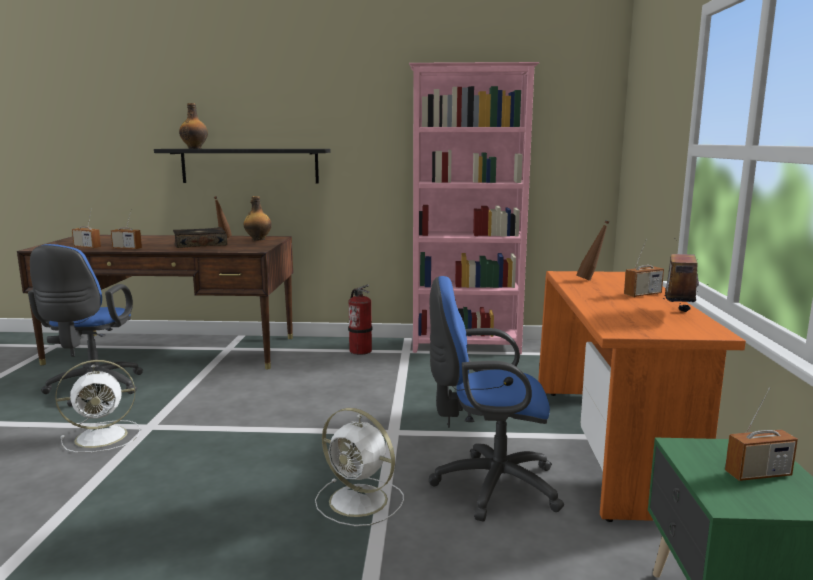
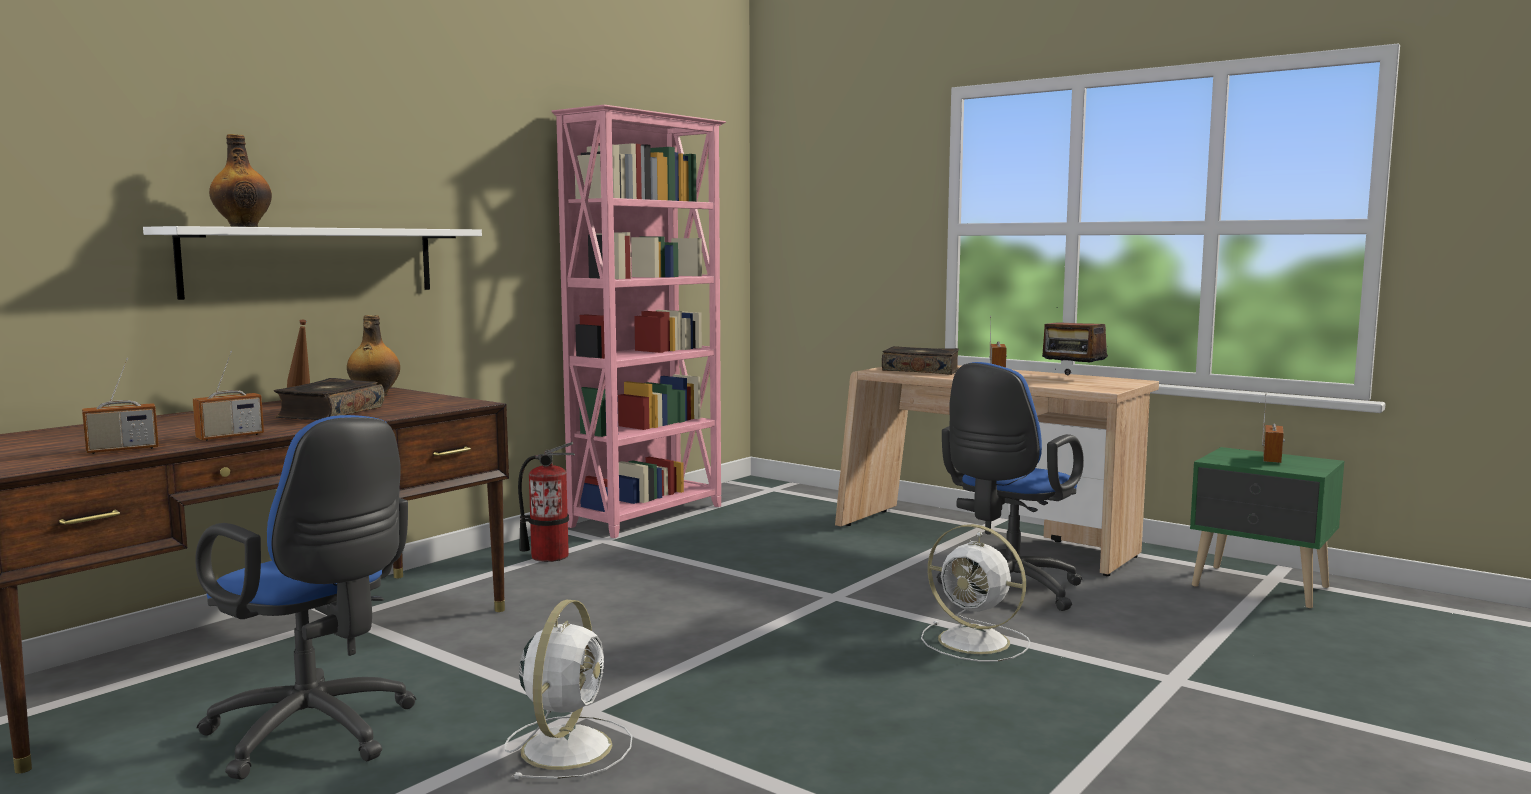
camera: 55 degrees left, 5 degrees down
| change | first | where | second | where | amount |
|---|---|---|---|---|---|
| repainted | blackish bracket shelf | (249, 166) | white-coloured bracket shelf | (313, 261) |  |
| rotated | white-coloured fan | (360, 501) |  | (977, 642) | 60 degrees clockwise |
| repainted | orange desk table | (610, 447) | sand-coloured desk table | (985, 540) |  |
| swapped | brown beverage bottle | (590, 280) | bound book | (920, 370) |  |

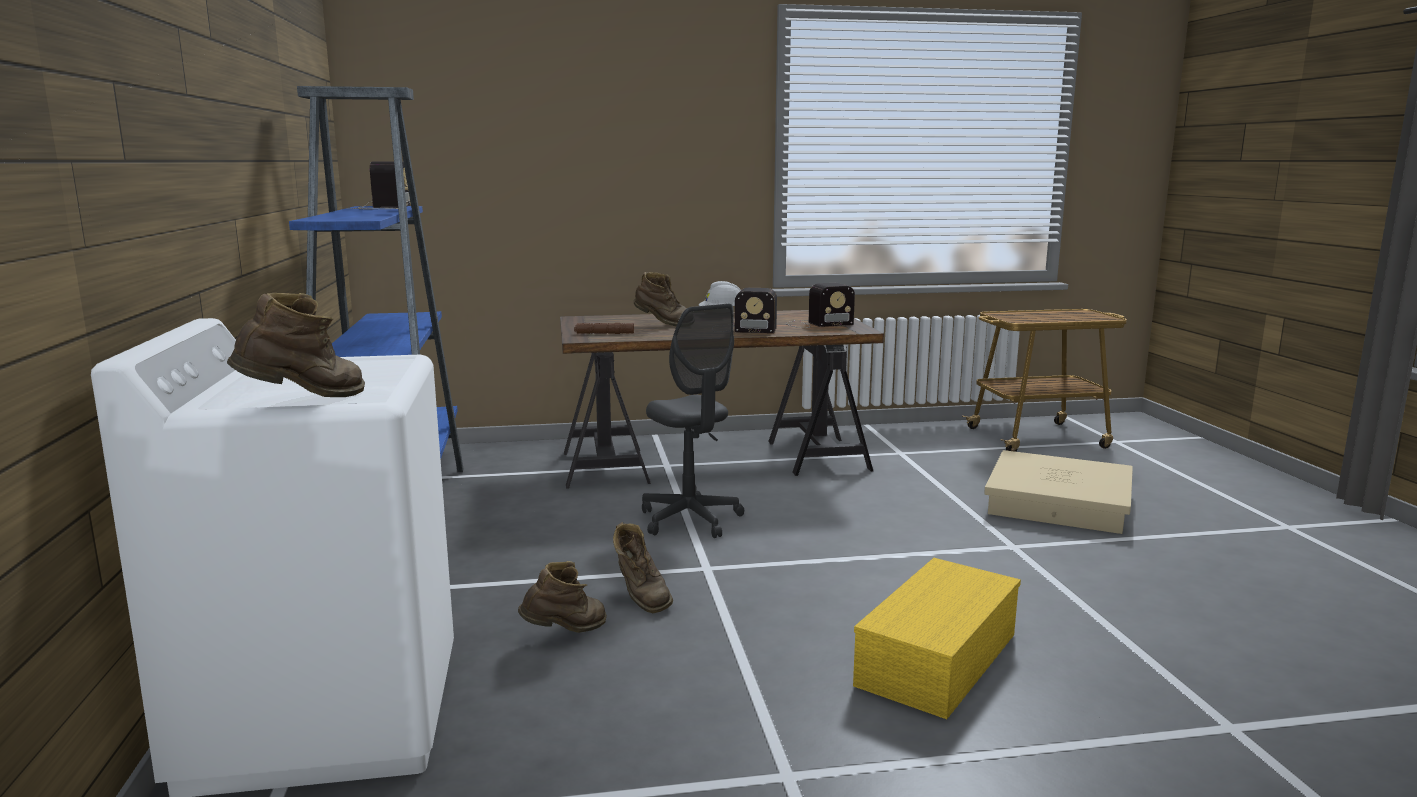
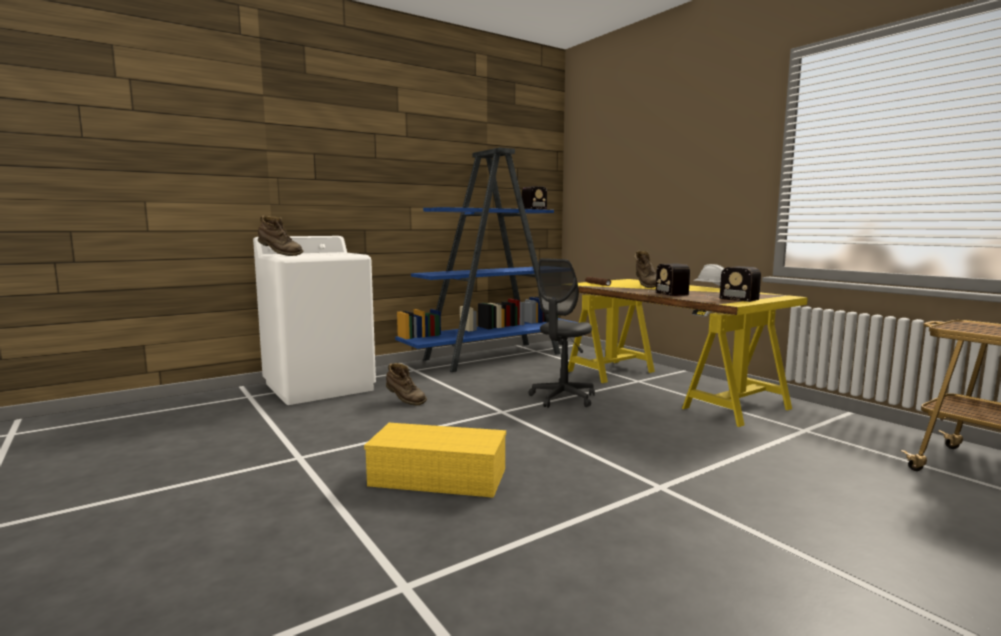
camera: 65 degrees right, 5 degrees down
| change | first | where | second | where | amount |
|---|---|---|---|---|---|
| repainted | brown desk table | (713, 460) | yellow-coloured desk table | (667, 388) |  |
| gone | brown tall boot | (641, 597) |  |  |  |
| gone | sand-coloured storage box | (1059, 503) |  |  |  |

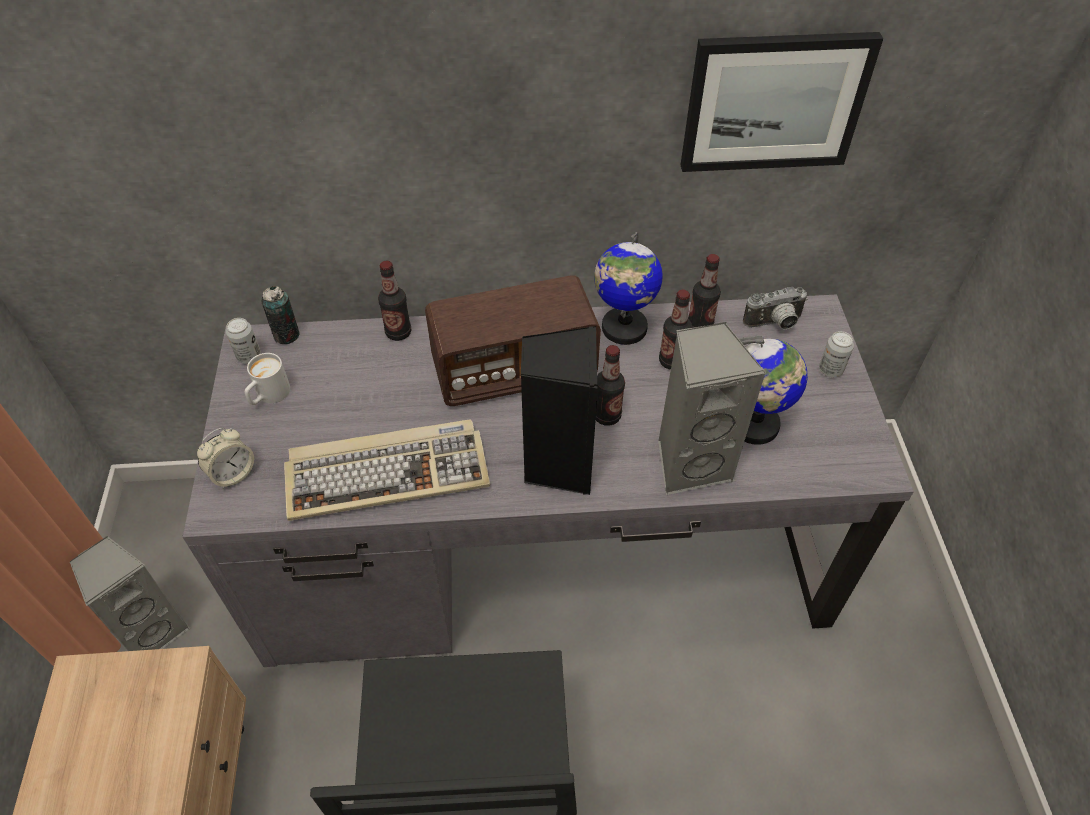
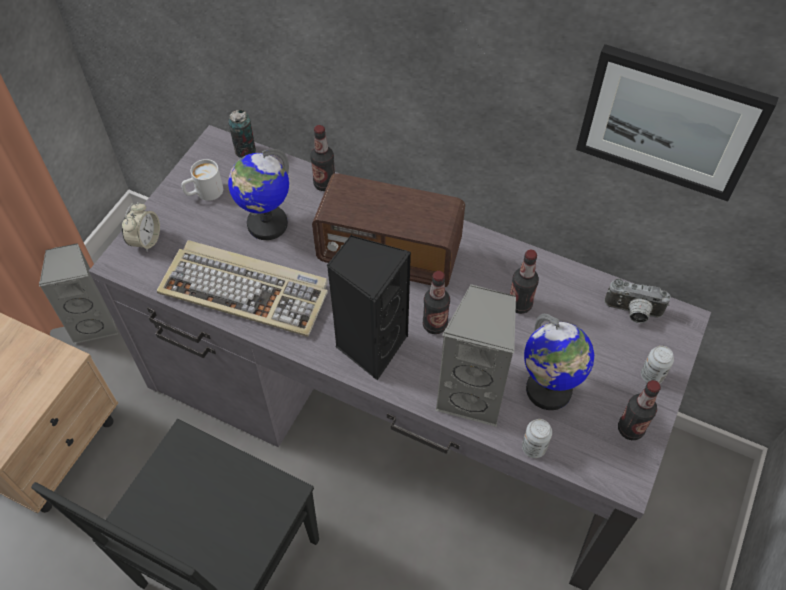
camera: 30 degrees right, 5 degrees up
| change | first | where | second | where | amount |
|---|---|---|---|---|---|
| rotated | bedside clock | (233, 474) |  | (145, 240) | 60 degrees counterclockwise |
| shifted | metal can | (249, 356) |  | (533, 447) |  |
| shifted | world globe | (623, 328) |  | (266, 224) |  |
| shifted | beverage bottle | (699, 326) |  | (630, 429) |  |

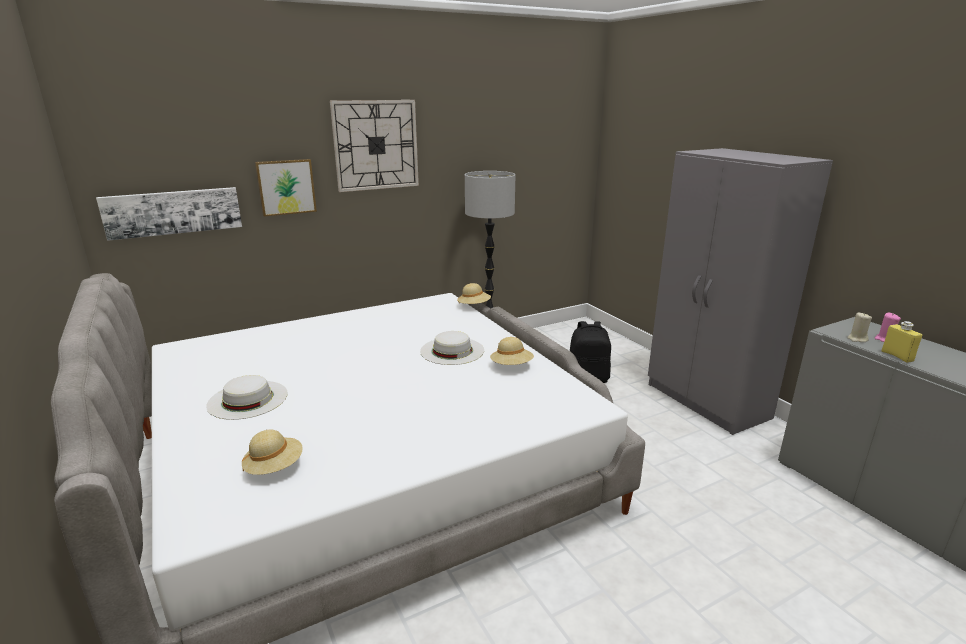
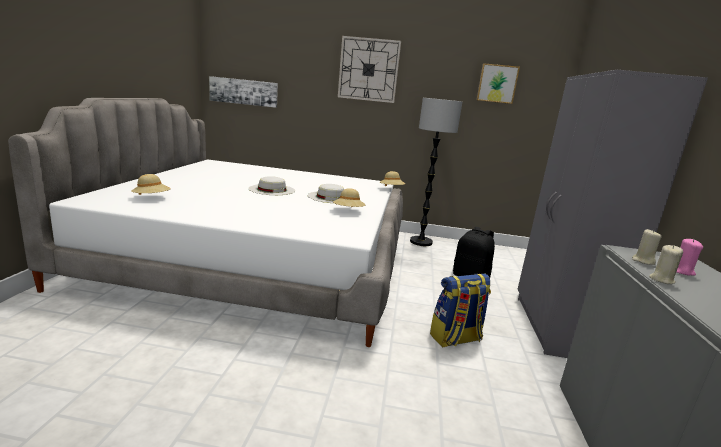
camera: 35 degrees right, 5 degrees down
| change | first | where | second | where | amount |
|---|---|---|---|---|---|
| shifted | white-coloured clothing hat | (247, 399) |  | (272, 189) |  |
| shifted | wall art | (286, 187) |  | (497, 83) |  |
| swapped | yellow-coloured beverage bottle | (897, 356) | sand-coloured wax light | (661, 280) |  |
| new |  |  | knapsack | (455, 339) |  |

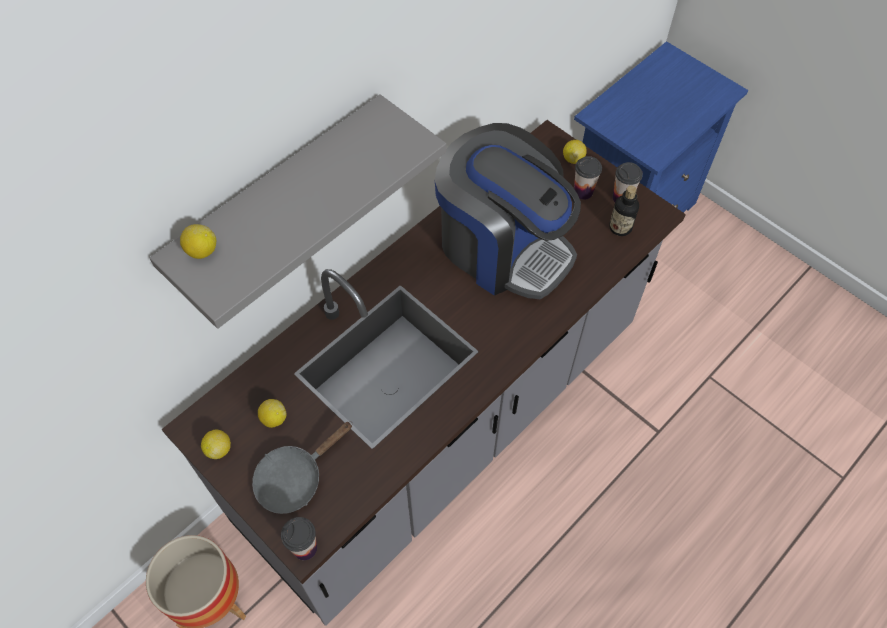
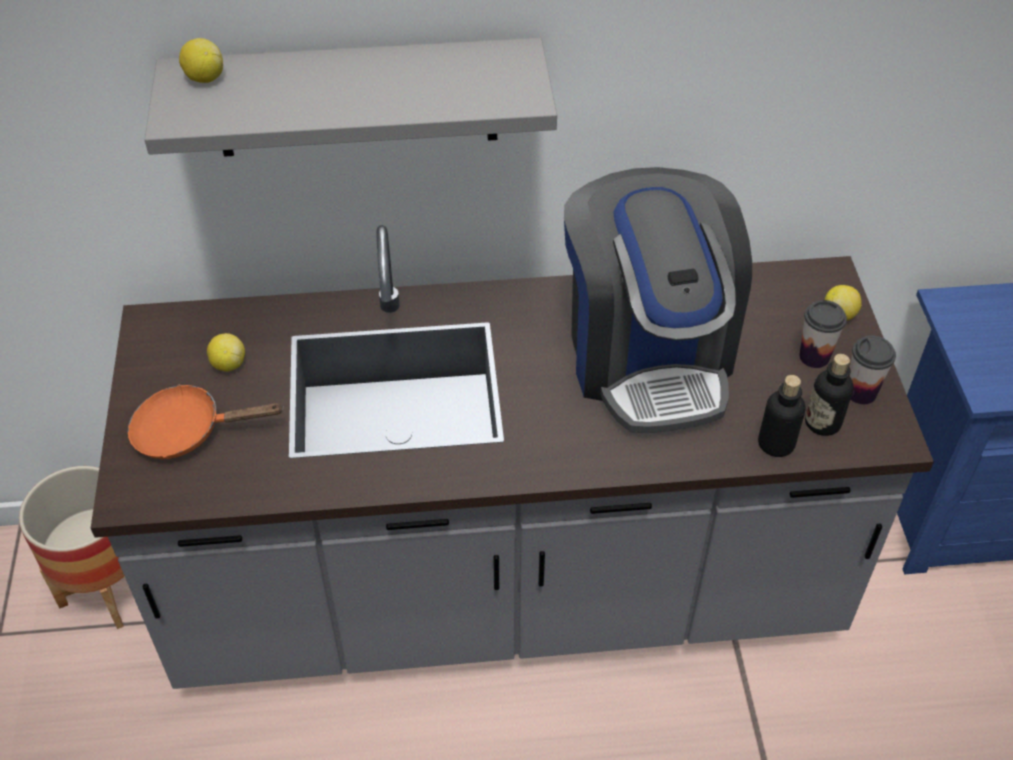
camera: 40 degrees right, 10 degrees down
| change | first | where | second | where | amount |
|---|---|---|---|---|---|
| gone | citrus fruit | (219, 449) |  |  |  |
| repainted | gray frying pan | (295, 478) | orange frying pan | (188, 431) |  |
| gone | drinking cup | (305, 548) |  |  |  |
| new |  |  | beverage bottle | (776, 444) |  |

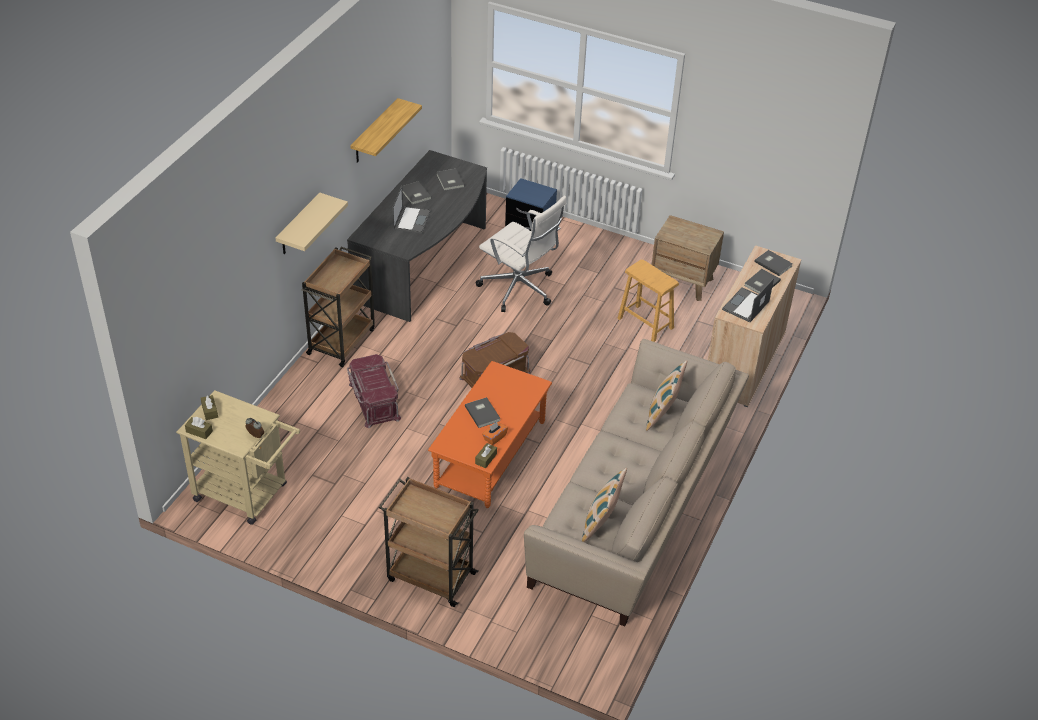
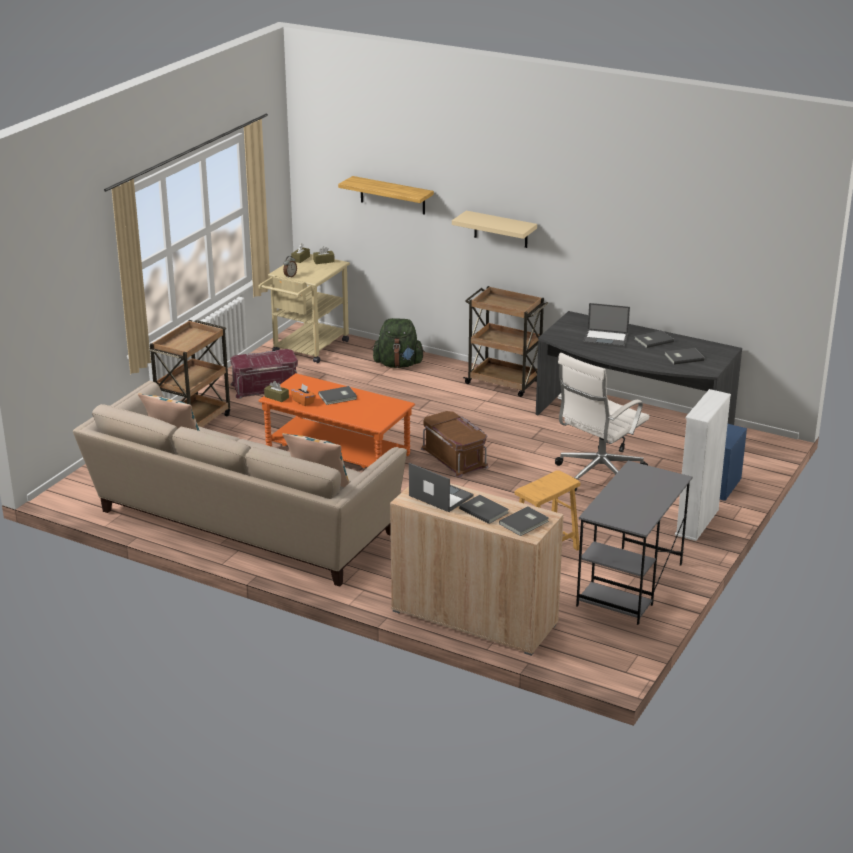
camera: 95 degrees right, 15 degrees down
| change | first | where | second | where | amount |
|---|---|---|---|---|---|
| shifted | red storage box | (373, 401) |  | (265, 386) |  |
| shifted | bracket shelf | (374, 132) |  | (392, 195) |  |
| swapped | brown night table | (683, 282) | gray desk table | (629, 585) |  |
| new |  |  | green-coloured knapsack | (398, 364) |  |
| new |  |  | white-coloured shelving unit | (697, 522) |  |

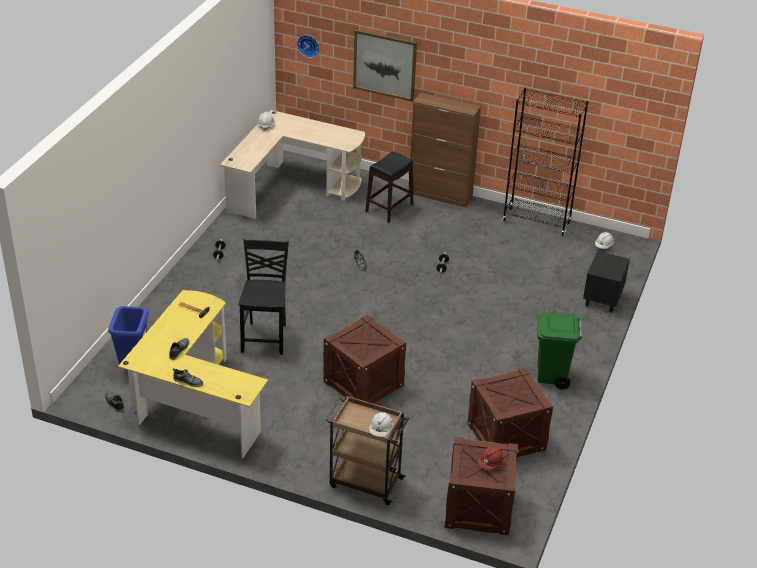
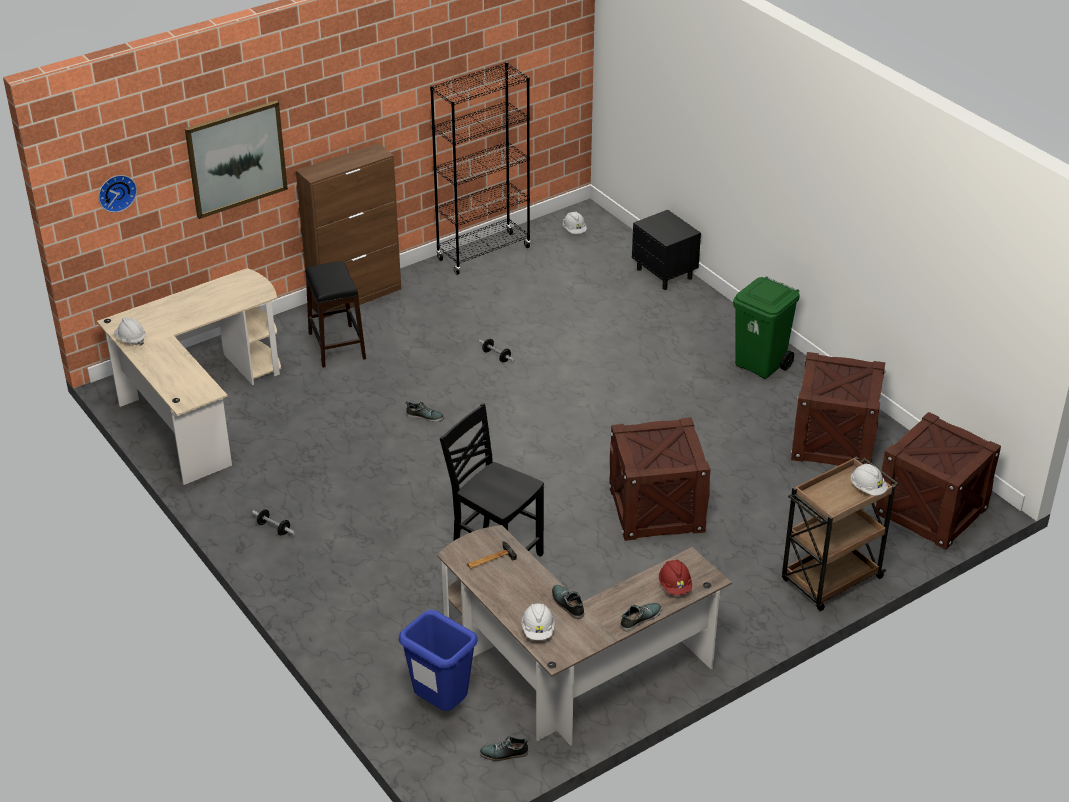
camera: 55 degrees left, 0 degrees up
| change | first | where | second | where | amount |
|---|---|---|---|---|---|
| repainted | yellow-coloured desk table | (192, 403) | brown desk table | (568, 674) |  |
| shifted | red safety helmet | (490, 464) |  | (675, 586) |  |
| new |  |  | white-coloured safety helmet | (538, 630) |  |

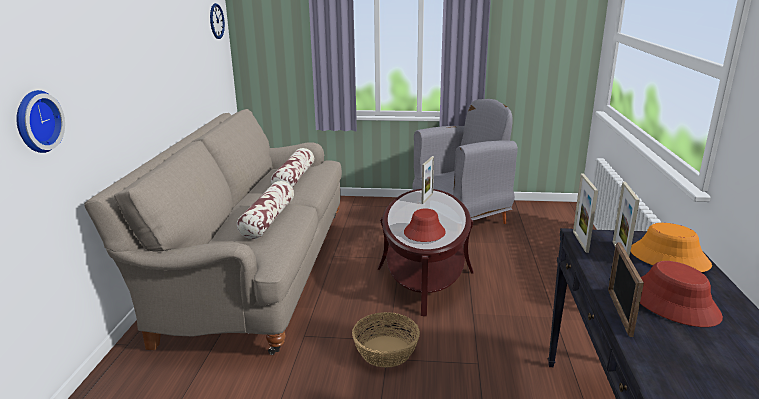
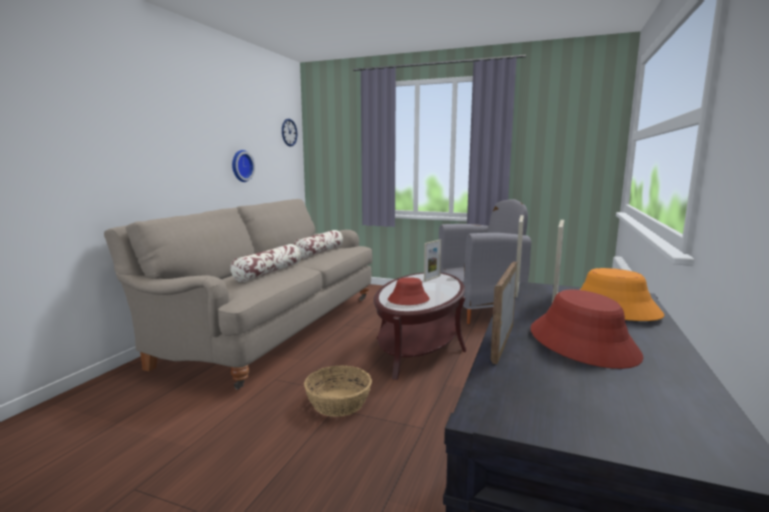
camera: 15 degrees right, 10 degrees down
| change | first | where | second | where | amount |
|---|---|---|---|---|---|
| shifted | wall clock | (35, 121) |  | (241, 166) |  |

